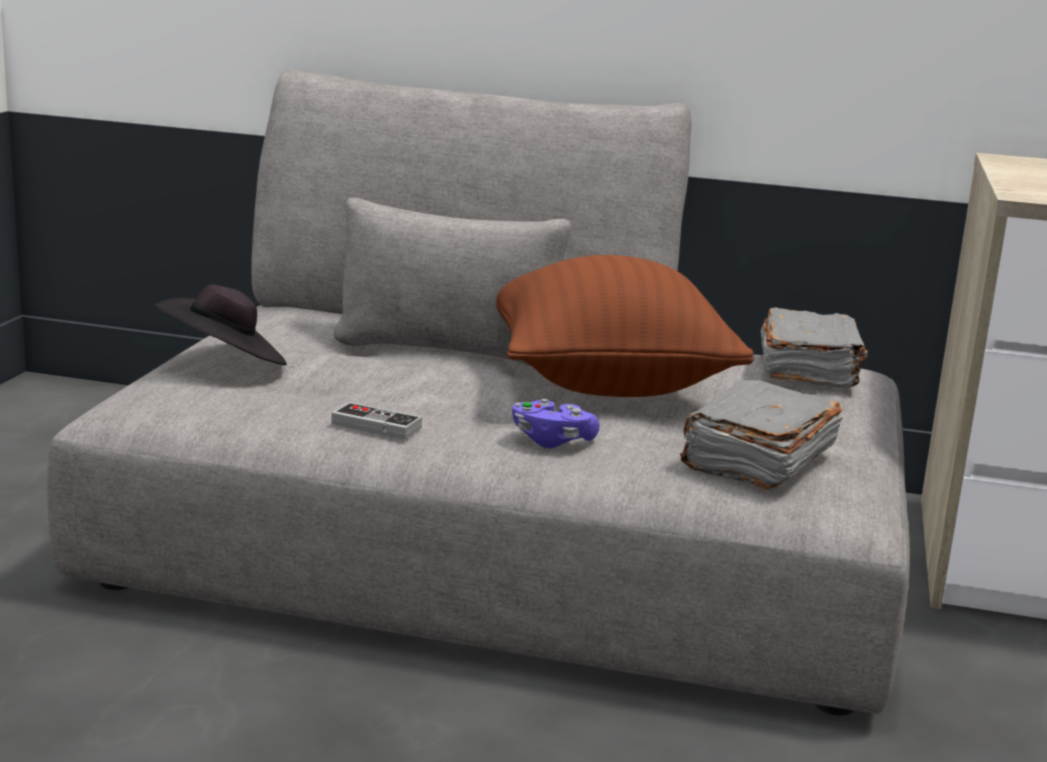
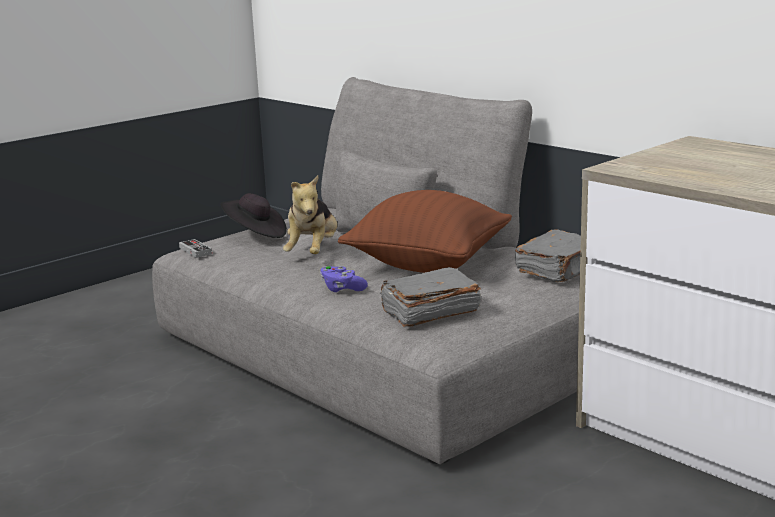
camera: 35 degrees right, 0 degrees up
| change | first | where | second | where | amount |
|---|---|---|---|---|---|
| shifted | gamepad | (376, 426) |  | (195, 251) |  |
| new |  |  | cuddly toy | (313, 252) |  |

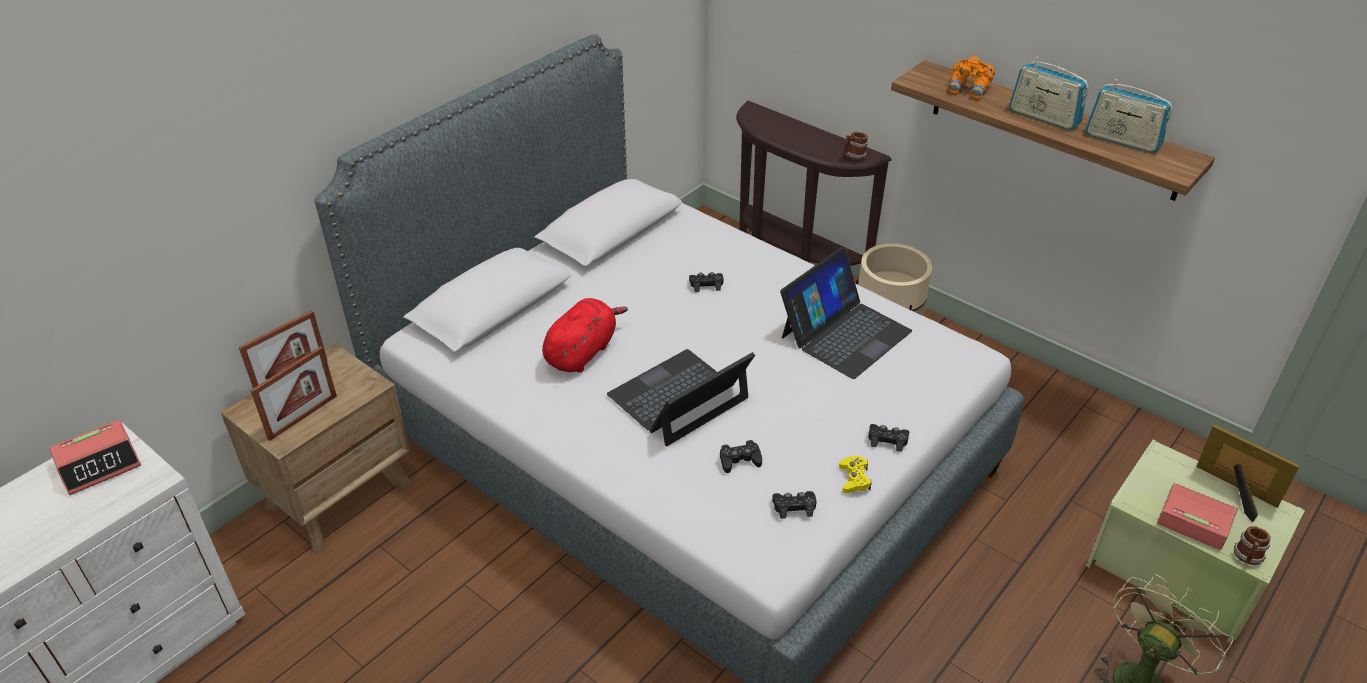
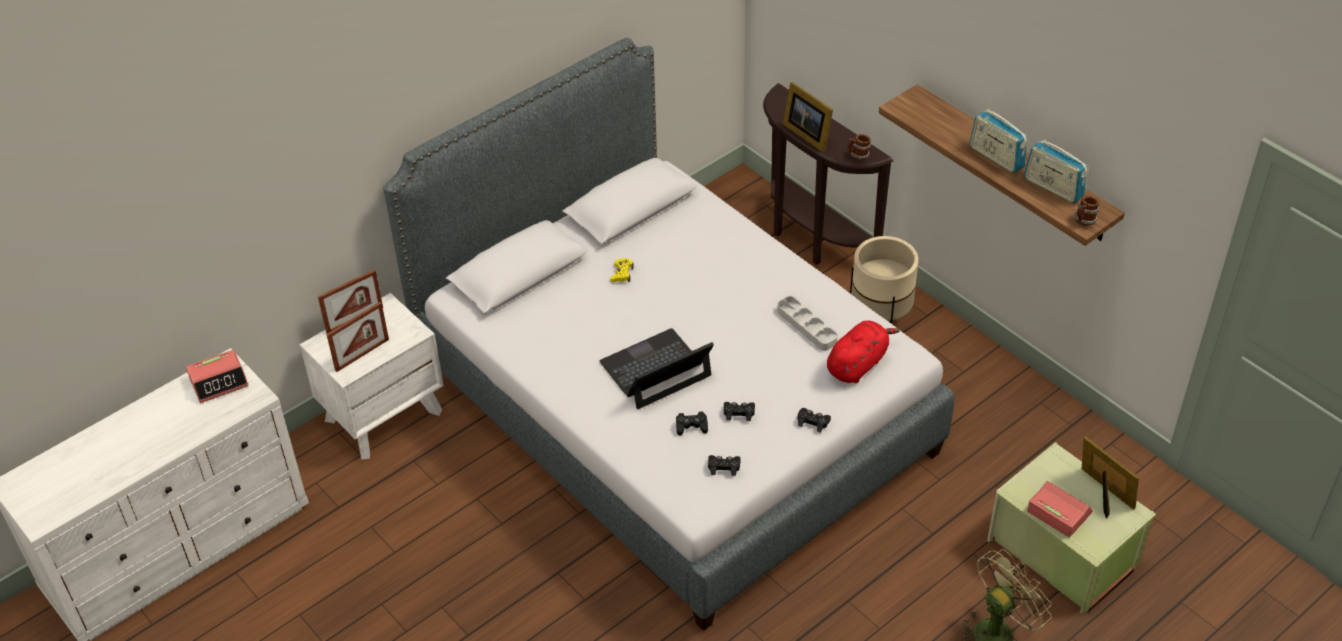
camera: 10 degrees right, 5 degrees up
| change | first | where | second | where | amount |
|---|---|---|---|---|---|
| repainted | brown night table | (339, 494) | white-coloured night table | (384, 415) |  |
| shifted | red cuddly toy | (582, 352) |  | (858, 364) |  |
| shifted | blackish gamepad | (706, 285) |  | (739, 413) |  |
| swapped | portable computer | (844, 333) | gray carrying tray | (806, 326) |  |
| shifted | yellow-coloured gamepad | (854, 479) |  | (622, 274) |  |
| gone | orange binoculars | (969, 89) |  |  |  |
| shifted | mug | (1247, 558) |  | (1084, 221) |  |
| new |  |  | picture frame | (807, 133) |  |

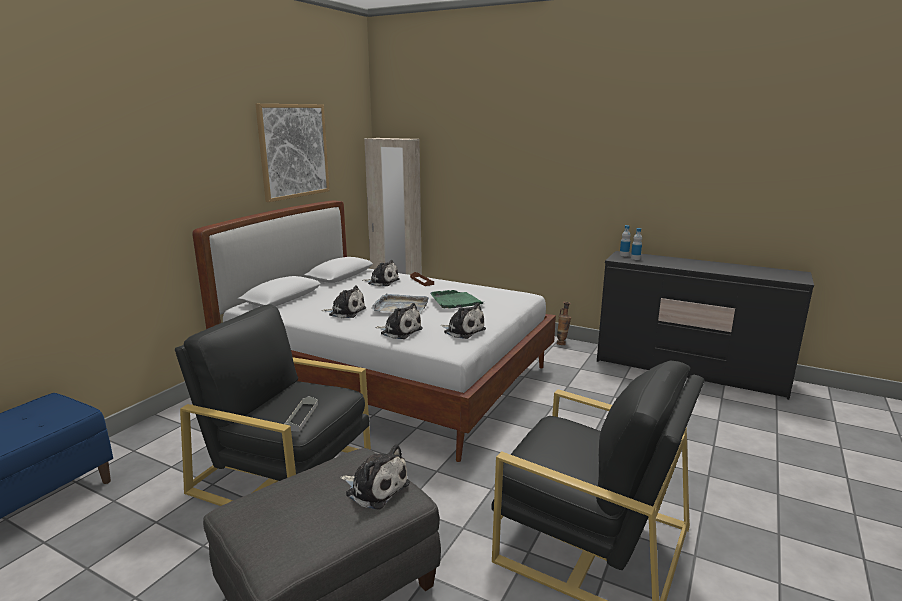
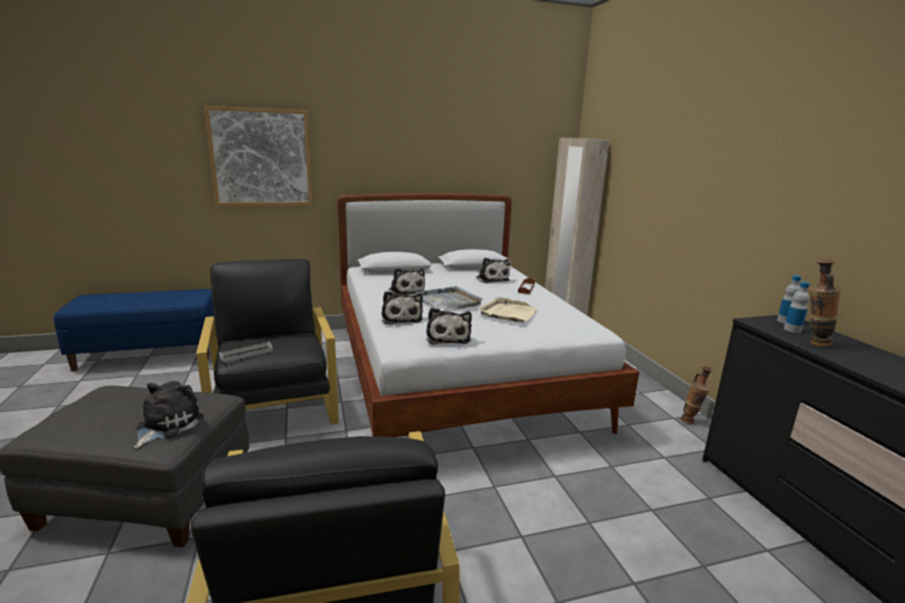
camera: 45 degrees right, 0 degrees up
| change | first | where | second | where | amount |
|---|---|---|---|---|---|
| shifted | wall art | (294, 151) |  | (261, 158) |  |
| rotated | cuddly toy | (375, 488) |  | (166, 425) | 150 degrees counterclockwise |
| repainted | green-coloured carrying tray | (455, 301) | sand-coloured carrying tray | (509, 313) |  |
| new |  |  | decorative vase | (812, 343) |  |

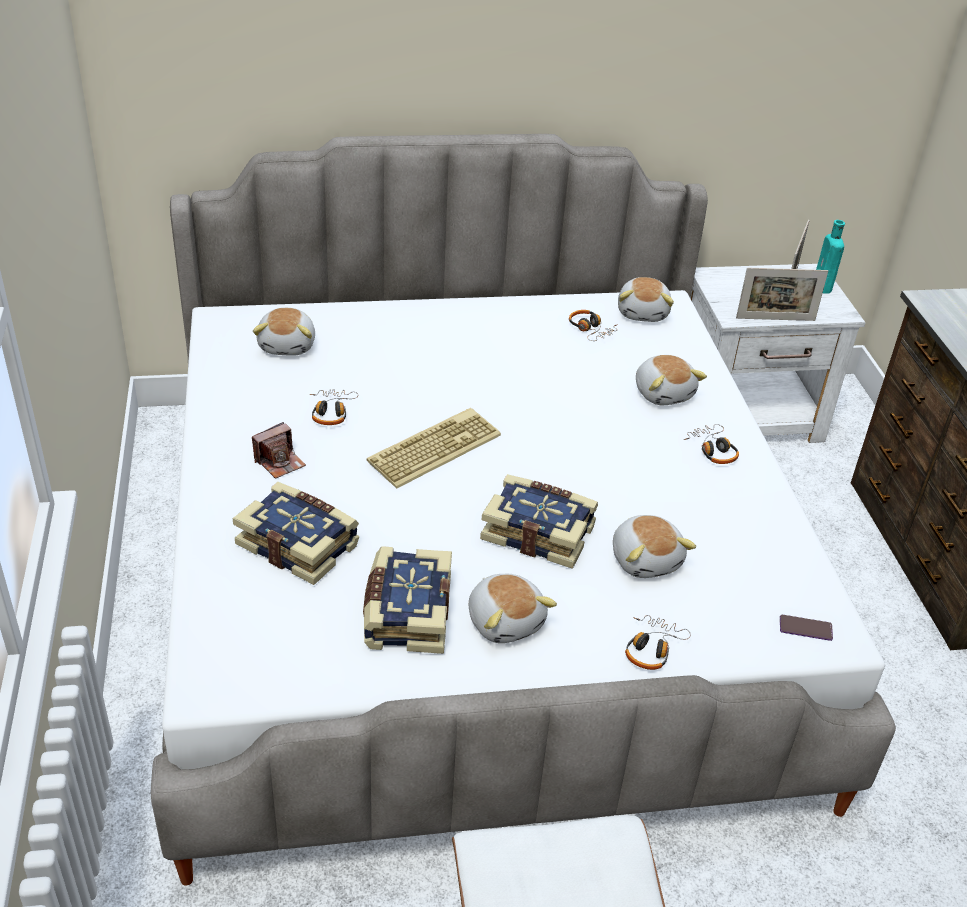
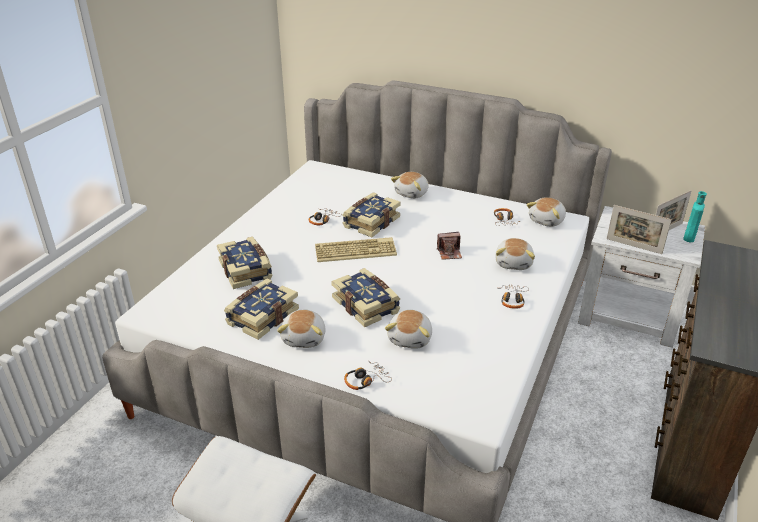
camera: 35 degrees right, 5 degrees down
| change | first | where | second | where | amount |
|---|---|---|---|---|---|
| shifted | photo camera | (280, 462) |  | (449, 253) |  |
| shifted | cuddly toy | (288, 345) |  | (412, 193) |  |
| gone | handset | (805, 628) |  |  |  |
| new |  |  | bound book | (370, 222) |  |

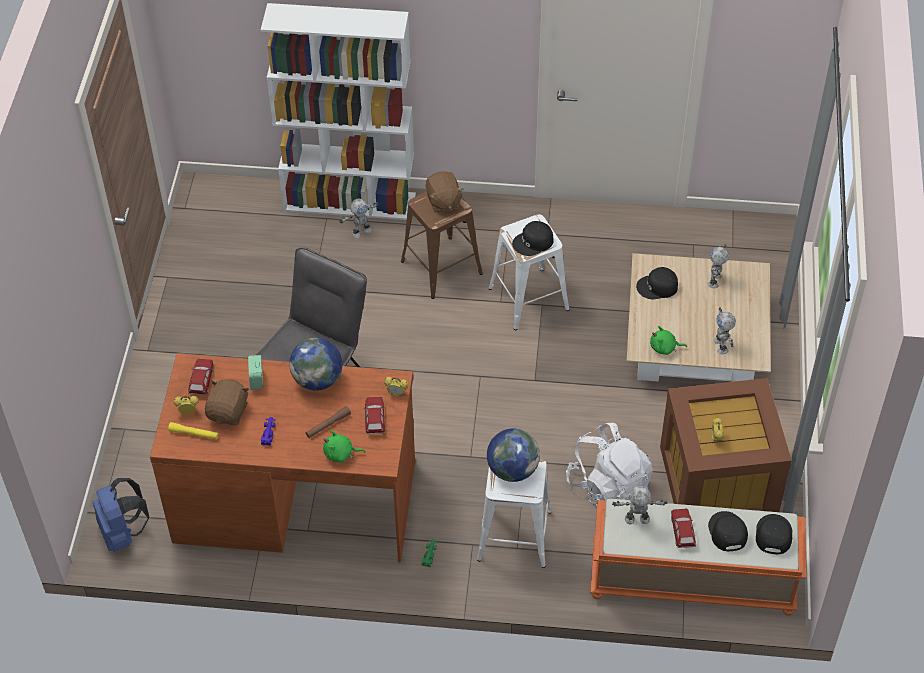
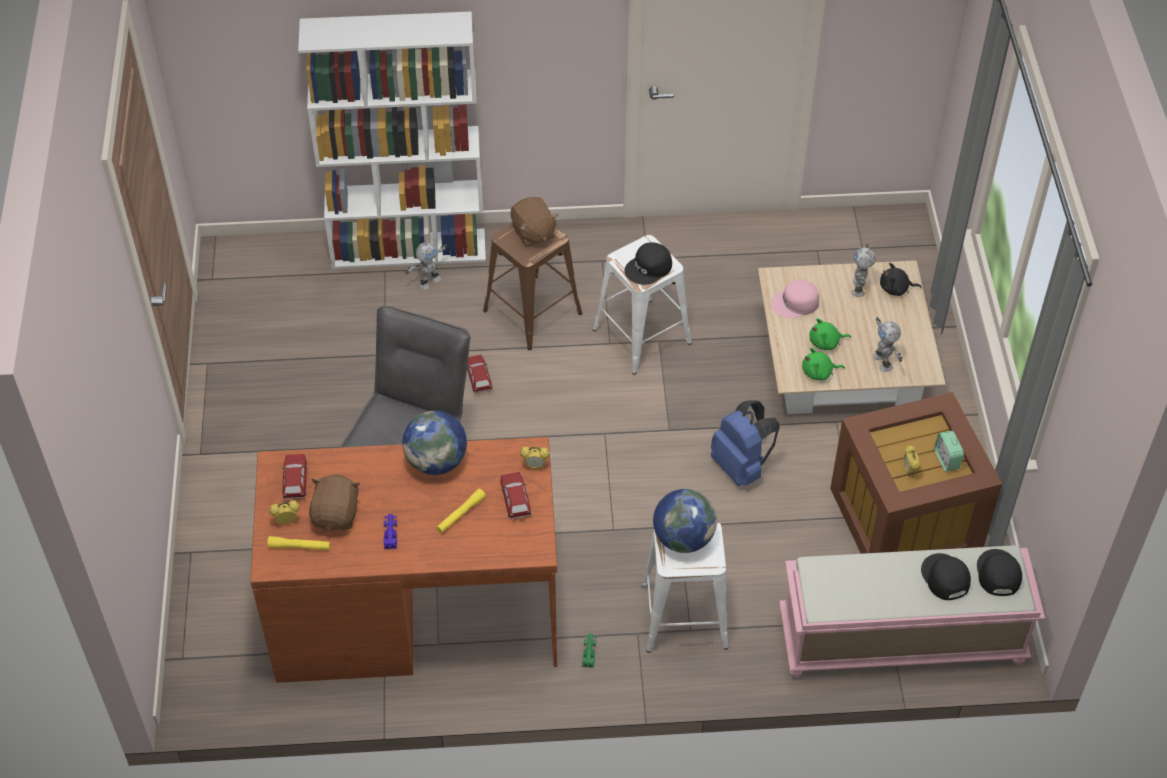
camera: 10 degrees left, 0 degrees up
| change | first | where | second | where | amount |
|---|---|---|---|---|---|
| shifted | bluish knapsack | (123, 533) |  | (741, 466) |  |
| shifted | bedside clock | (256, 380) |  | (946, 460) |  |
| repainted | brown torch | (328, 425) | yellow-coloured torch | (461, 514) |  |
| shifted | green-coloured cuddly toy | (341, 454) |  | (826, 342) |  |
| gone | white-coloured knapsack | (608, 486) |  |  |  |
| repainted | orange bench | (691, 580) | pink-coloured bench | (900, 640) |  |
| gone | robot figure | (637, 520) |  |  |  |
| repainted | blackish baseball cap | (657, 287) | pink-coloured baseball cap | (795, 303) |  |
| shifted | toy car | (682, 531) |  | (478, 377) |  |
| new |  |  | blackish cuddly toy | (896, 289) |  |

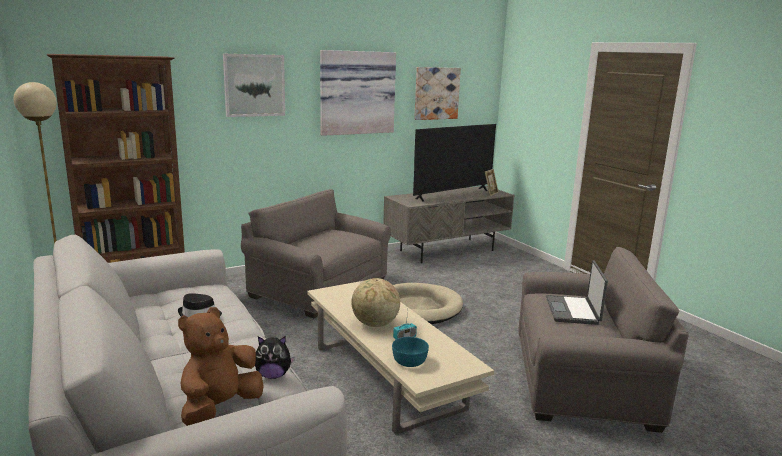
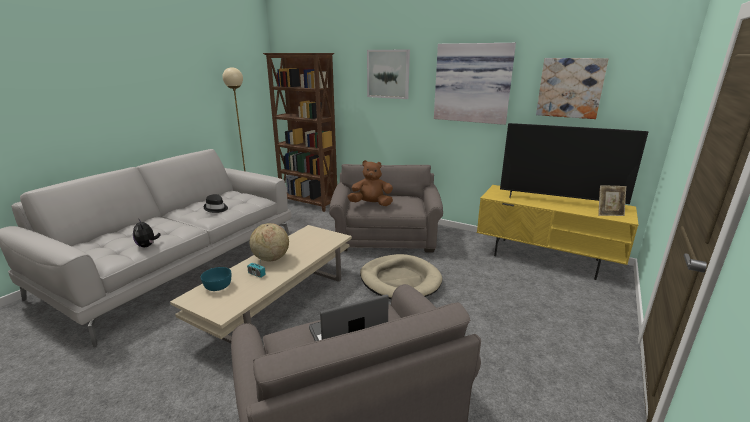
camera: 60 degrees right, 5 degrees up
| change | first | where | second | where | amount |
|---|---|---|---|---|---|
| shifted | brown cuddly toy | (220, 408) |  | (371, 204) |  |
| repainted | gray media console | (447, 250) | yellow-coloured media console | (546, 258) |  |

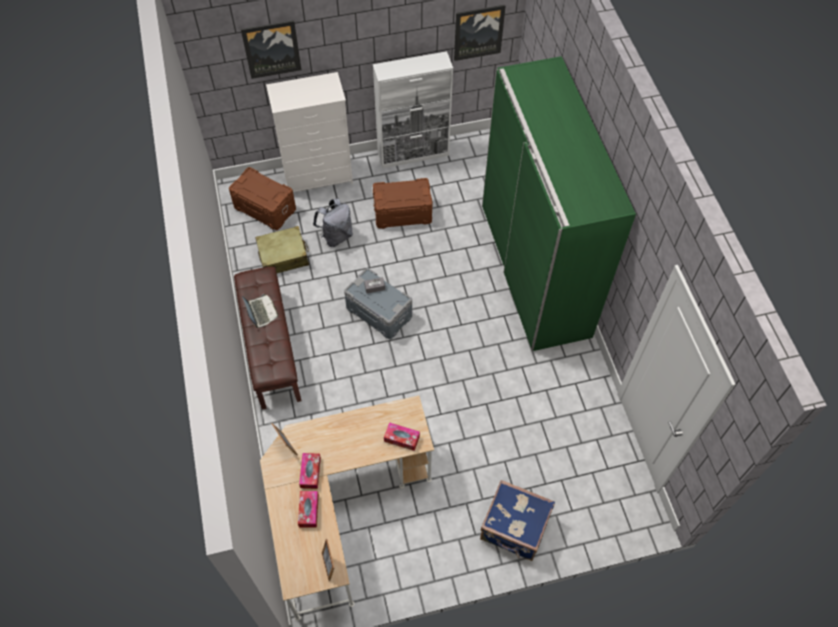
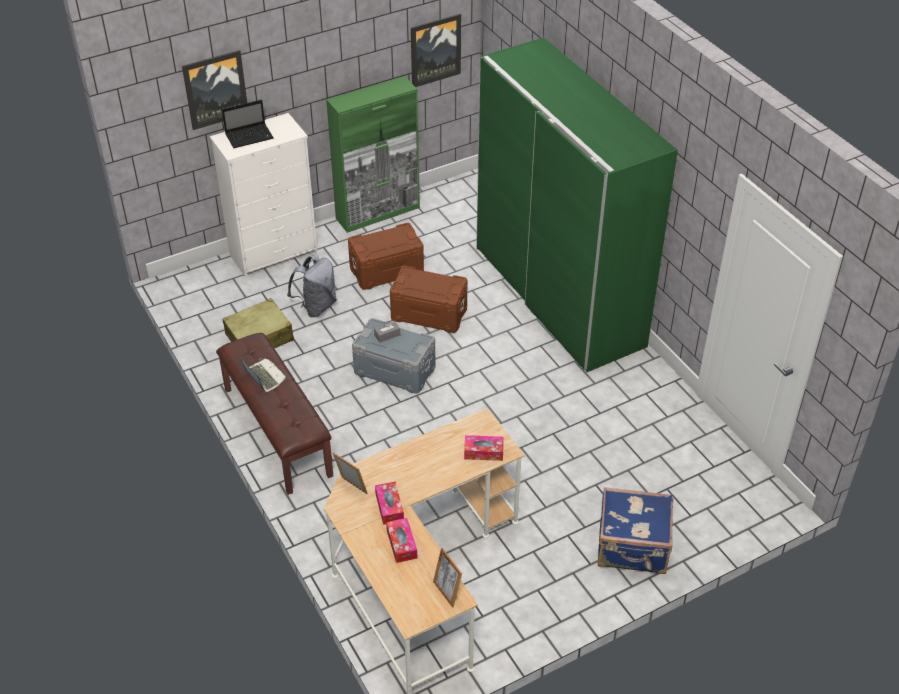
camera: 15 degrees left, 15 degrees down
| change | first | where | second | where | amount |
|---|---|---|---|---|---|
| shifted | brown storage box | (265, 208) |  | (429, 313) |  |
| repainted | white-coloured storage cabinet | (413, 154) | green-coloured storage cabinet | (378, 213) |  |
| new |  |  | portable computer | (250, 136) |  |

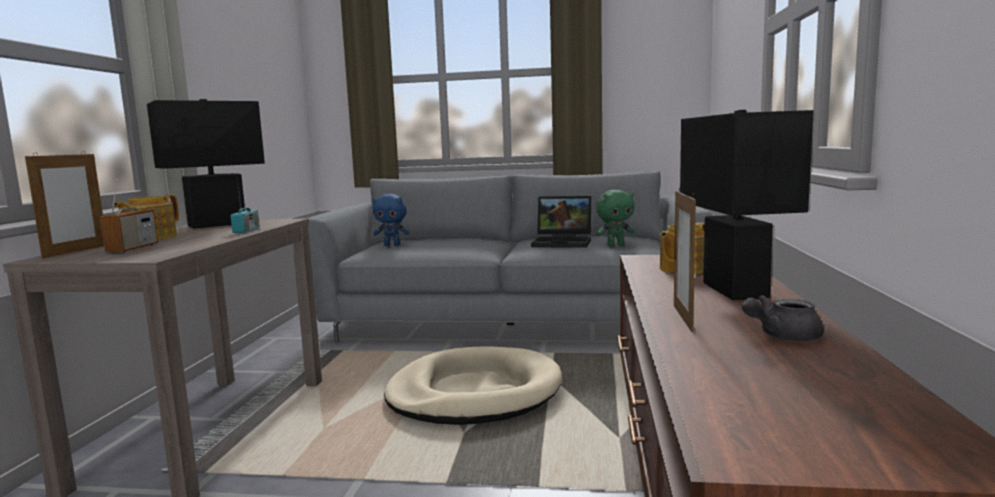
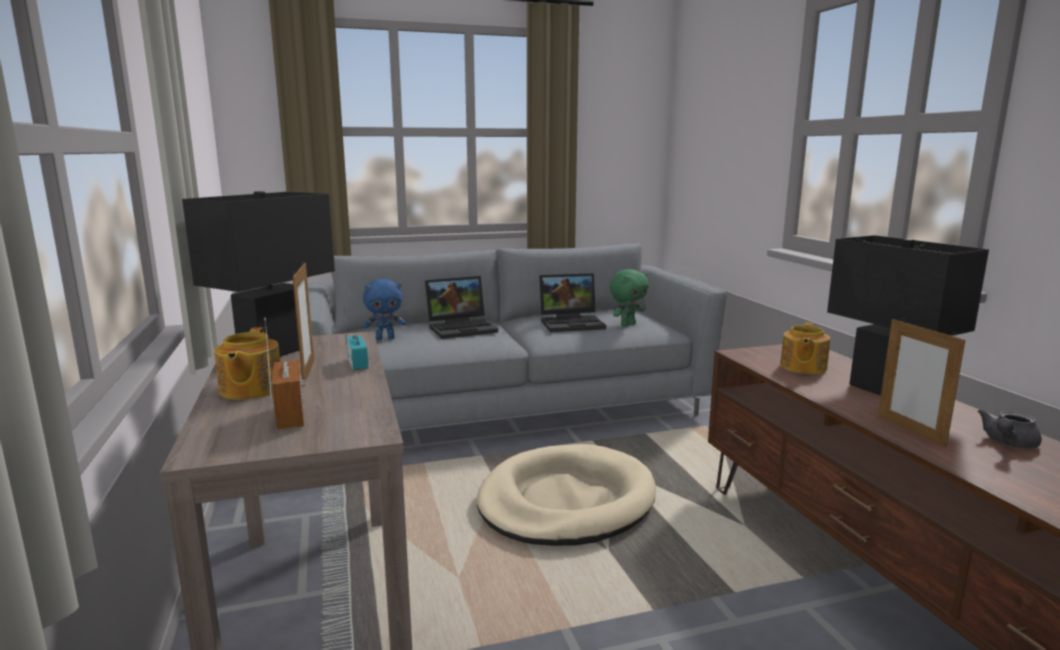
camera: 25 degrees left, 5 degrees up
| change | first | where | second | where | amount |
|---|---|---|---|---|---|
| shifted | picture frame | (76, 251) |  | (308, 372) |  |
| new |  |  | portable computer | (462, 328) |  |

